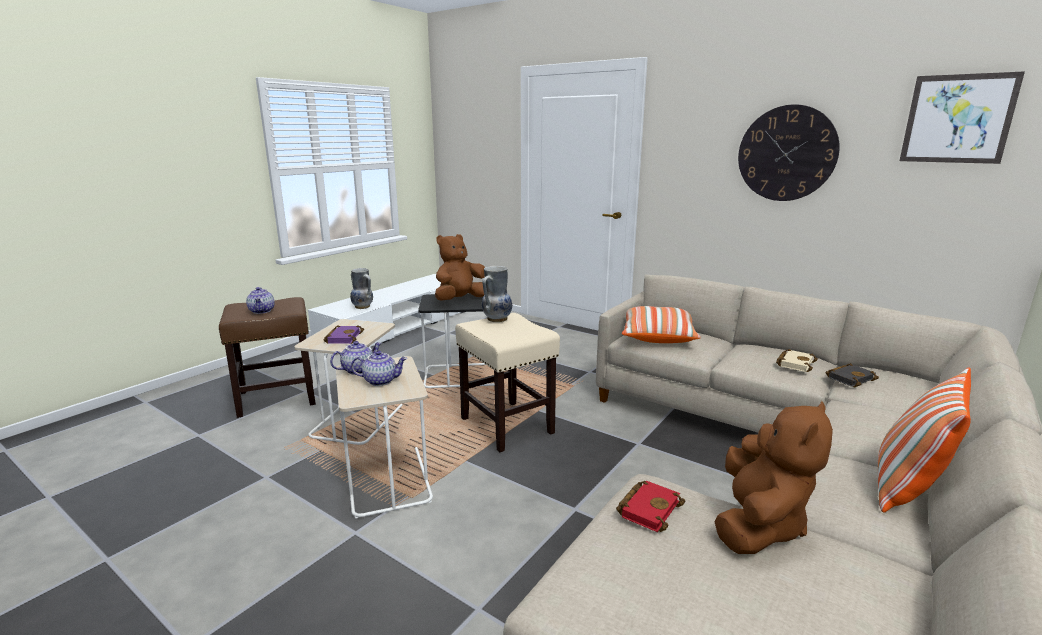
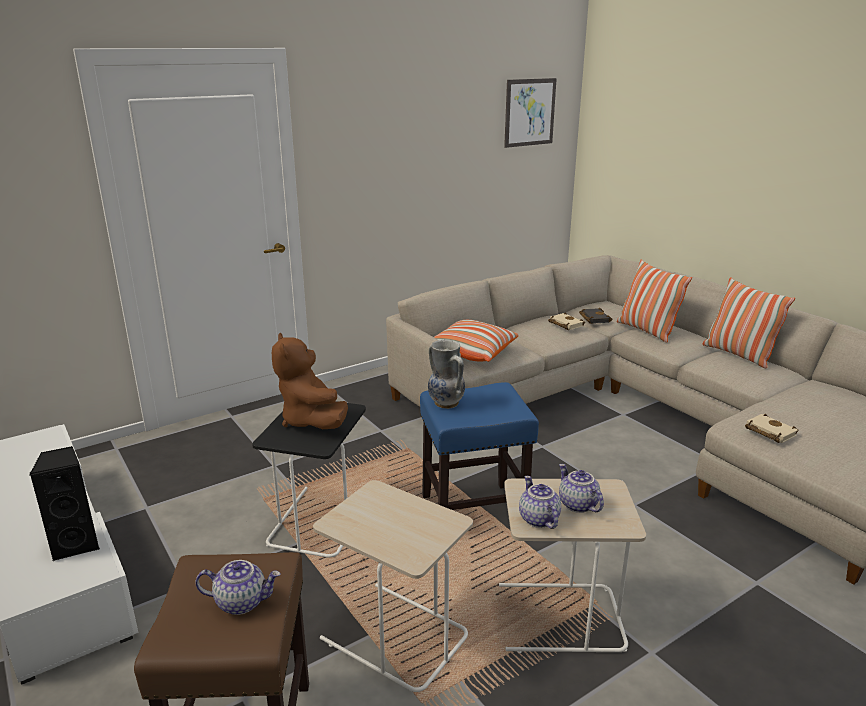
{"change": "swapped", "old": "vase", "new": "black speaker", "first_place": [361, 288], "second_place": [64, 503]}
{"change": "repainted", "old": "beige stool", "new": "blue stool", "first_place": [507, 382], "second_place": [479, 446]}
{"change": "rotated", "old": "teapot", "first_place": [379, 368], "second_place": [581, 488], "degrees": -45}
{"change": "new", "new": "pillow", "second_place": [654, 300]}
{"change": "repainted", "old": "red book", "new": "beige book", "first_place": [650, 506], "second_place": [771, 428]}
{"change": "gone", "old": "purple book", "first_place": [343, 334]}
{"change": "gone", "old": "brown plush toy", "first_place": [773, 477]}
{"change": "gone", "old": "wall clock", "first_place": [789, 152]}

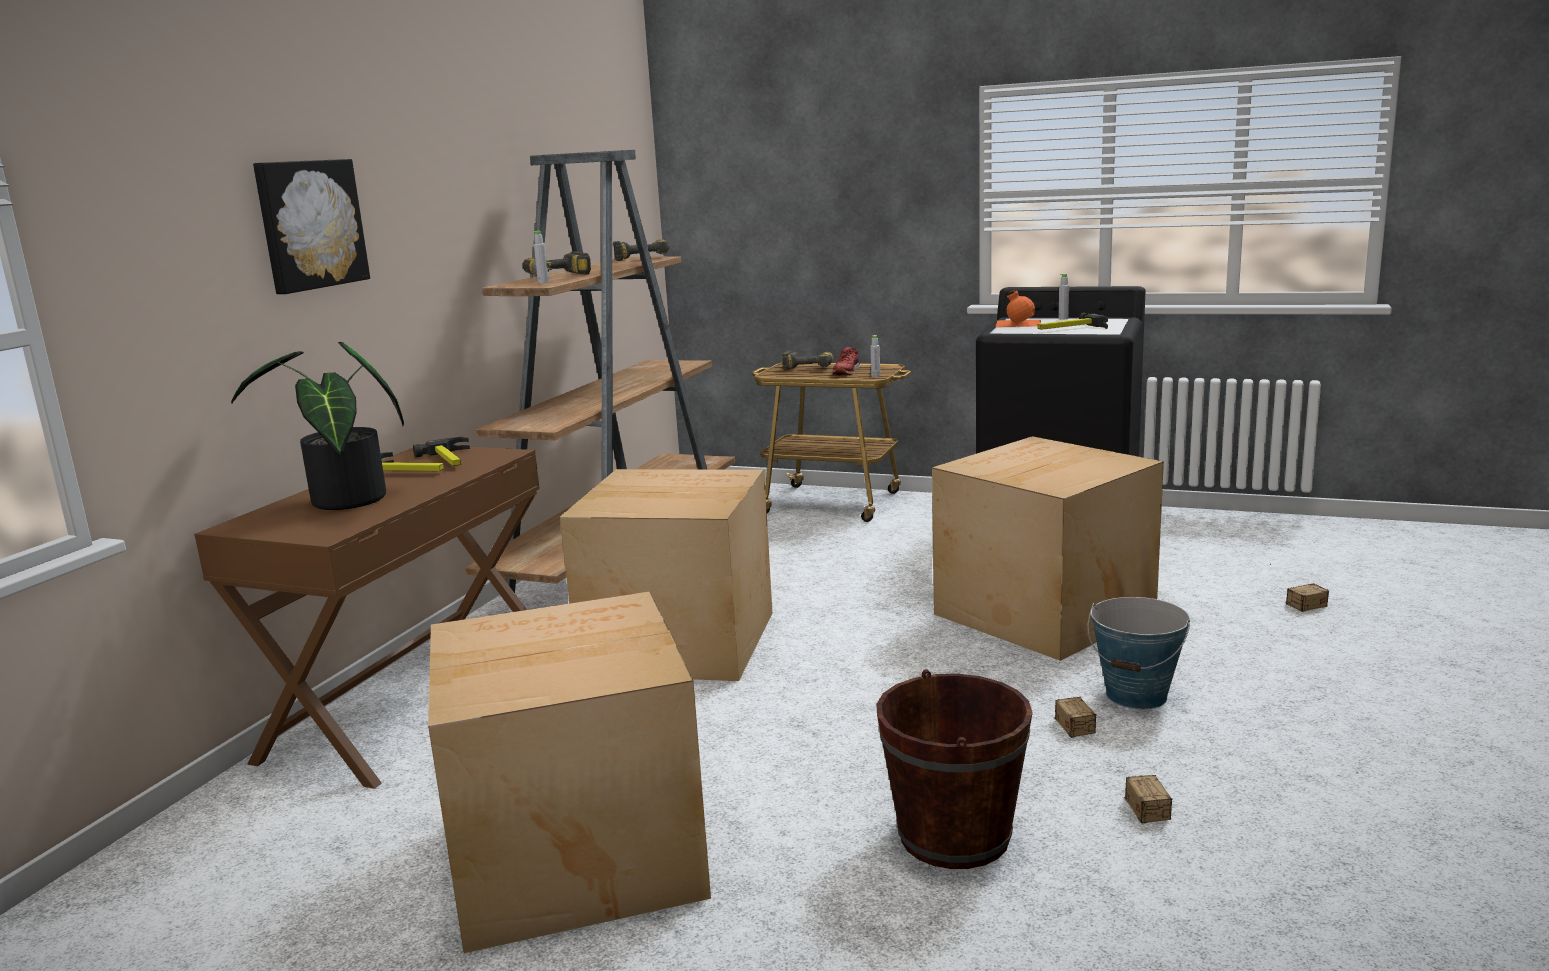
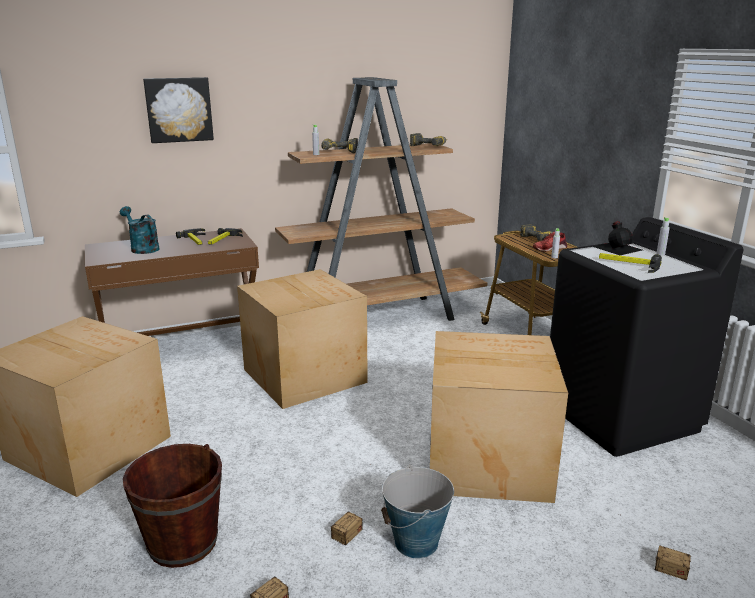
{"change": "swapped", "old": "potted plant", "new": "turquoise watering can", "first_place": [317, 426], "second_place": [140, 230]}
{"change": "repainted", "old": "orange bottle", "new": "black bottle", "first_place": [1018, 308], "second_place": [617, 238]}

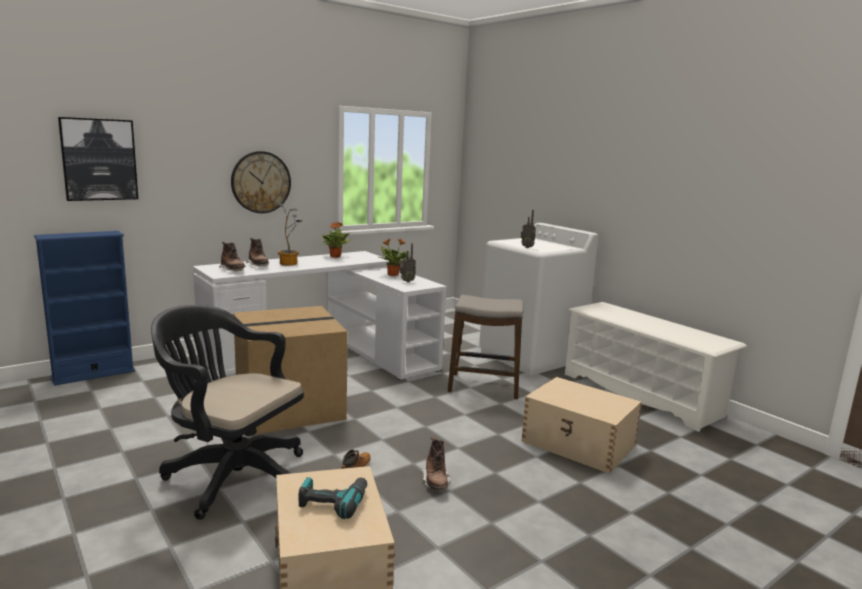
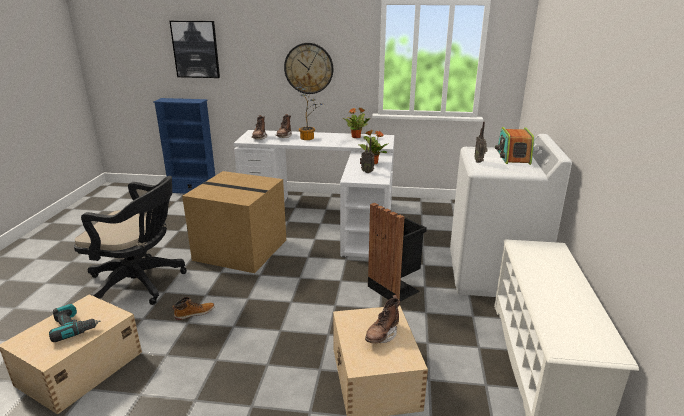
{"change": "rotated", "old": "black office chair", "first_place": [227, 412], "second_place": [130, 240], "degrees": 120}
{"change": "shifted", "old": "brown boot", "first_place": [436, 463], "second_place": [382, 319]}
{"change": "swapped", "old": "stool", "new": "black trash can", "first_place": [486, 347], "second_place": [397, 252]}
{"change": "new", "new": "radio", "second_place": [514, 146]}

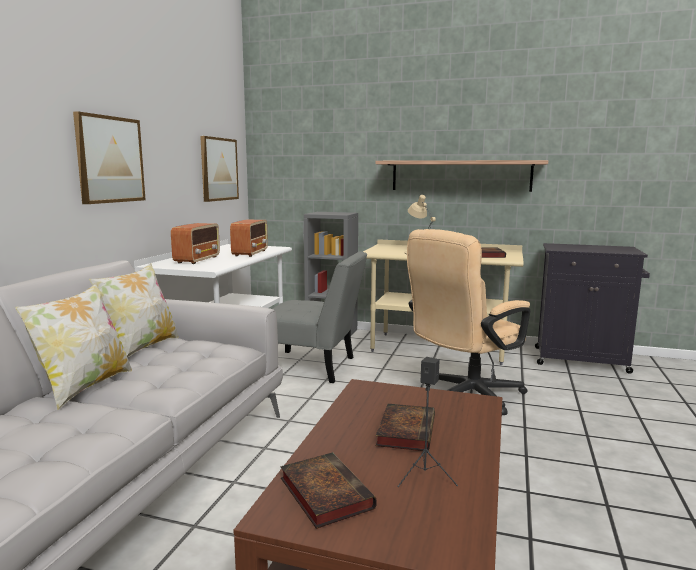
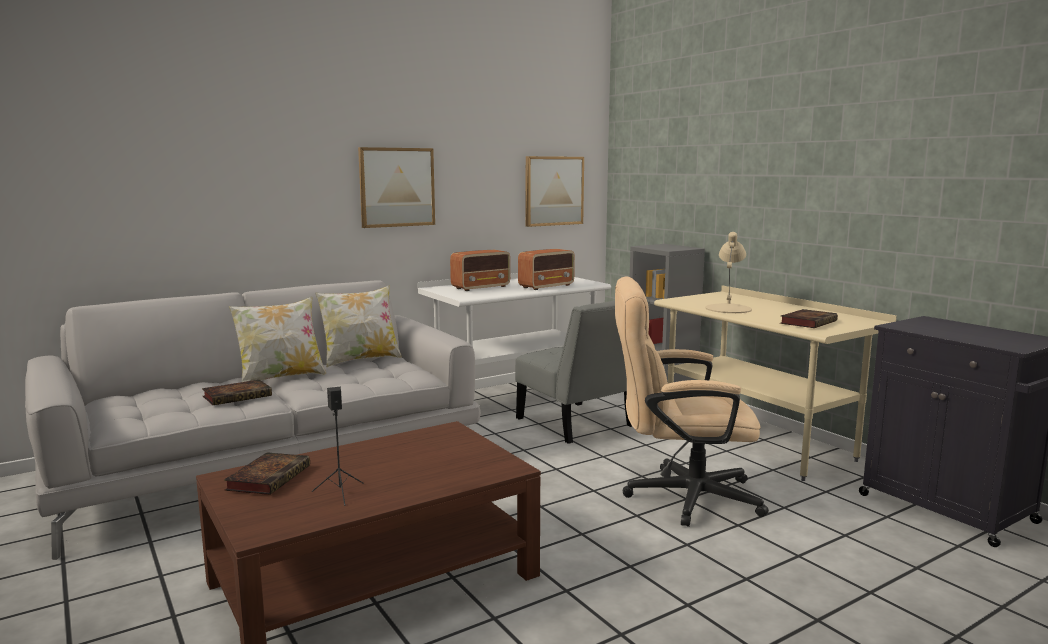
{"change": "shifted", "old": "book", "first_place": [405, 427], "second_place": [237, 392]}
{"change": "gone", "old": "shelf", "first_place": [461, 176]}

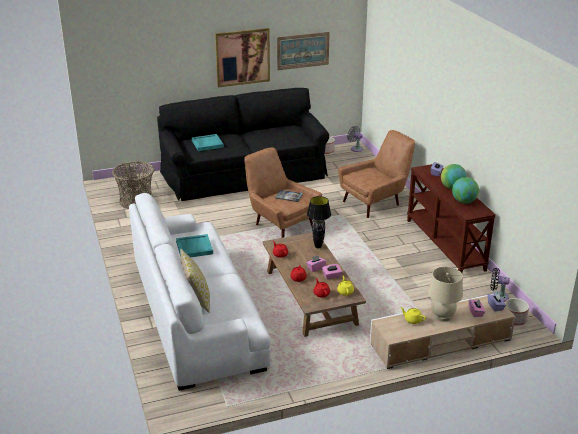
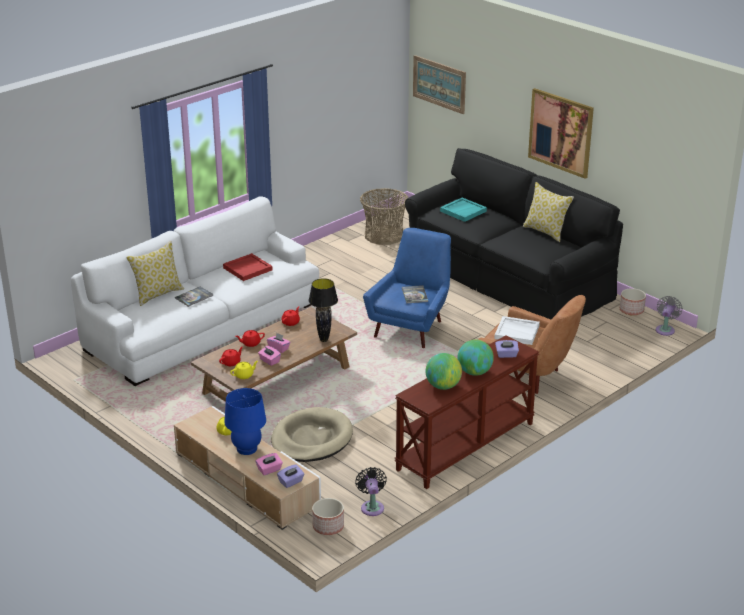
{"change": "new", "new": "book", "second_place": [194, 297]}
{"change": "repainted", "old": "turquoise tray", "new": "red tray", "first_place": [194, 245], "second_place": [247, 267]}
{"change": "repainted", "old": "beige table lamp", "new": "blue table lamp", "first_place": [445, 294], "second_place": [245, 421]}
{"change": "new", "new": "beige dog bed", "second_place": [312, 434]}
{"change": "repainted", "old": "brown armchair", "new": "blue armchair", "first_place": [283, 192], "second_place": [407, 288]}
{"change": "shifted", "old": "picture", "first_place": [303, 51], "second_place": [439, 84]}
{"change": "new", "new": "white tray", "second_place": [517, 330]}
{"change": "new", "new": "pillow", "second_place": [548, 212]}

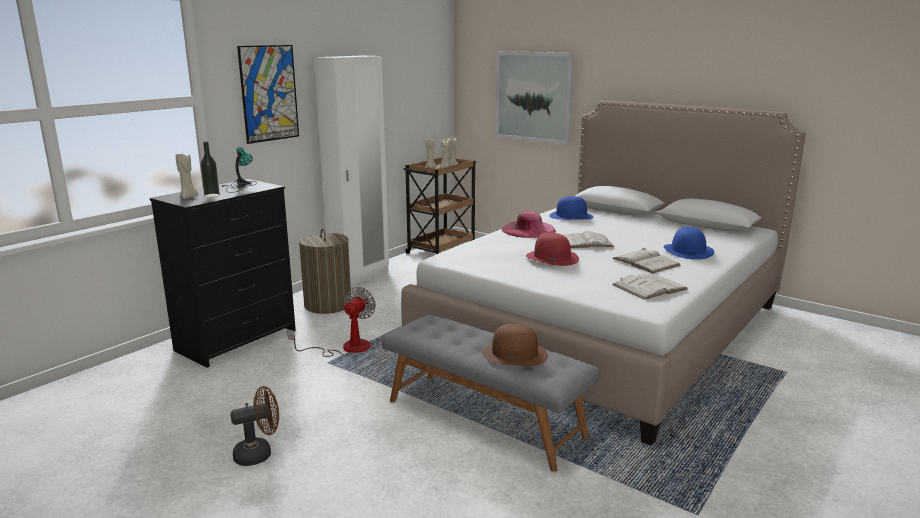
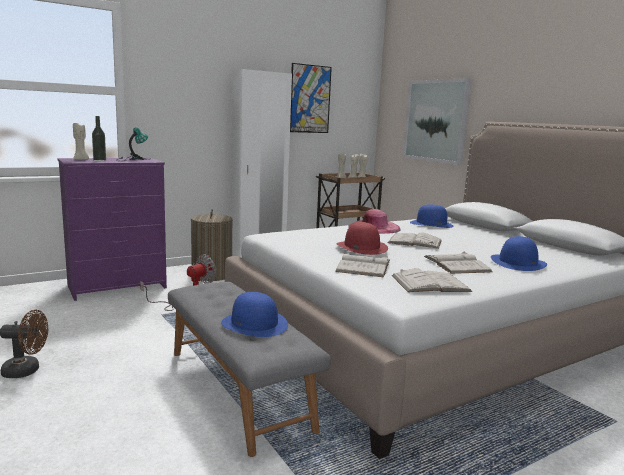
{"change": "repainted", "old": "black dresser", "new": "purple dresser", "first_place": [223, 273], "second_place": [112, 229]}
{"change": "repainted", "old": "brown hat", "new": "blue hat", "first_place": [515, 345], "second_place": [254, 314]}
{"change": "shifted", "old": "picture", "first_place": [268, 94], "second_place": [311, 98]}
{"change": "new", "new": "white book", "second_place": [362, 265]}

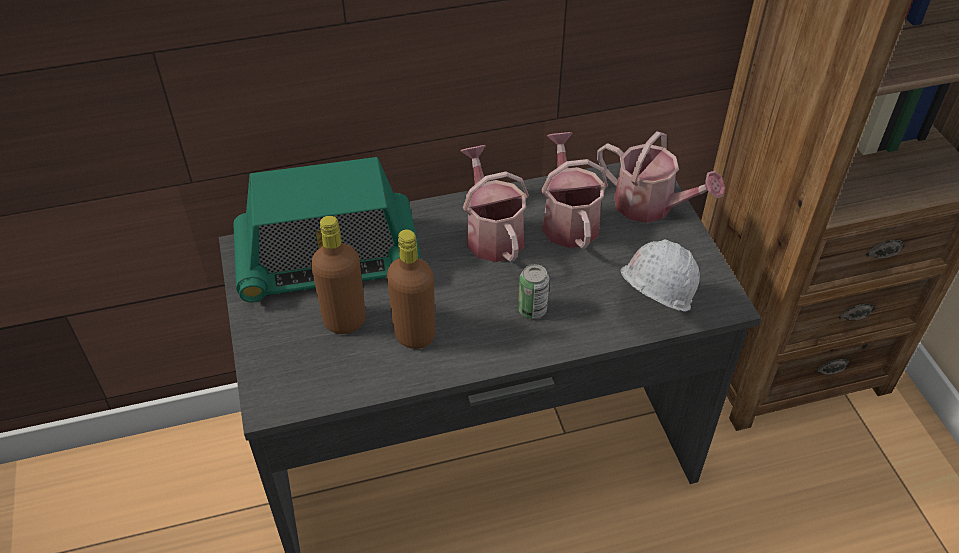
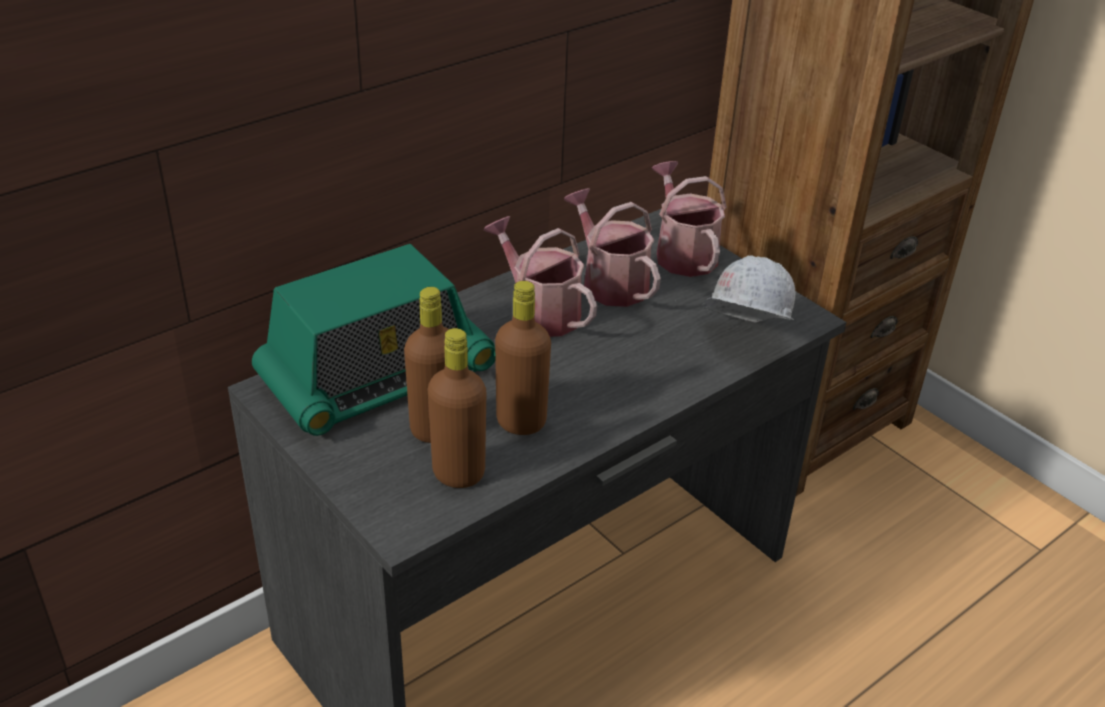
{"change": "new", "new": "brown bottle", "second_place": [457, 408]}
{"change": "rotated", "old": "watering can", "first_place": [661, 177], "second_place": [689, 219], "degrees": -120}
{"change": "gone", "old": "can", "first_place": [533, 291]}

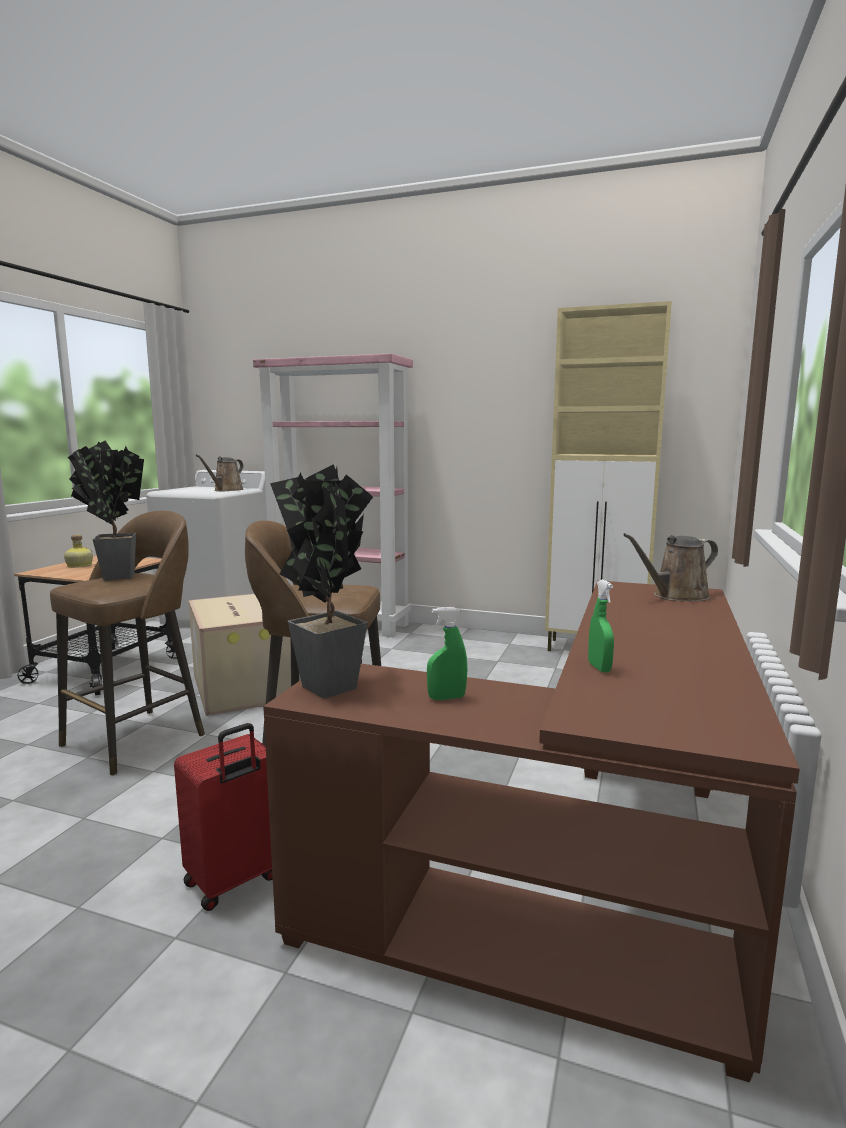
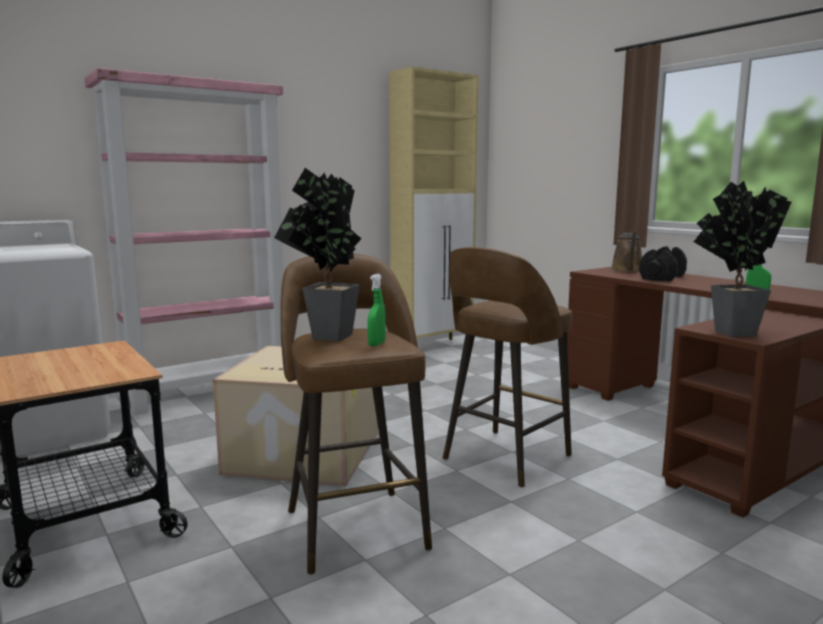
{"change": "shifted", "old": "green spray bottle", "first_place": [447, 653], "second_place": [376, 310]}
{"change": "new", "new": "black dumbbell", "second_place": [663, 264]}
{"change": "gone", "old": "bottle", "first_place": [78, 551]}
{"change": "gone", "old": "red suitcase", "first_place": [223, 817]}
{"change": "gone", "old": "brown watering can", "first_place": [220, 472]}

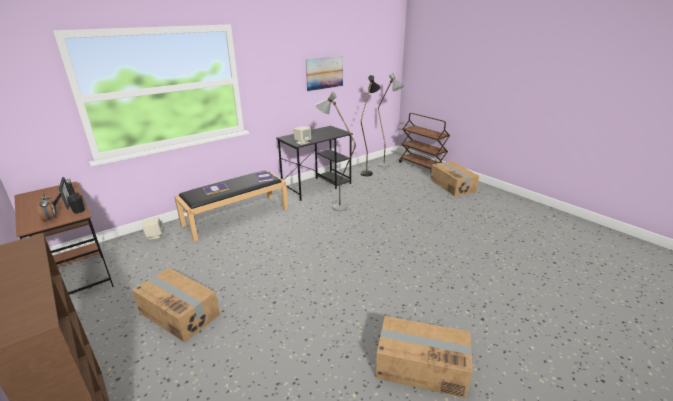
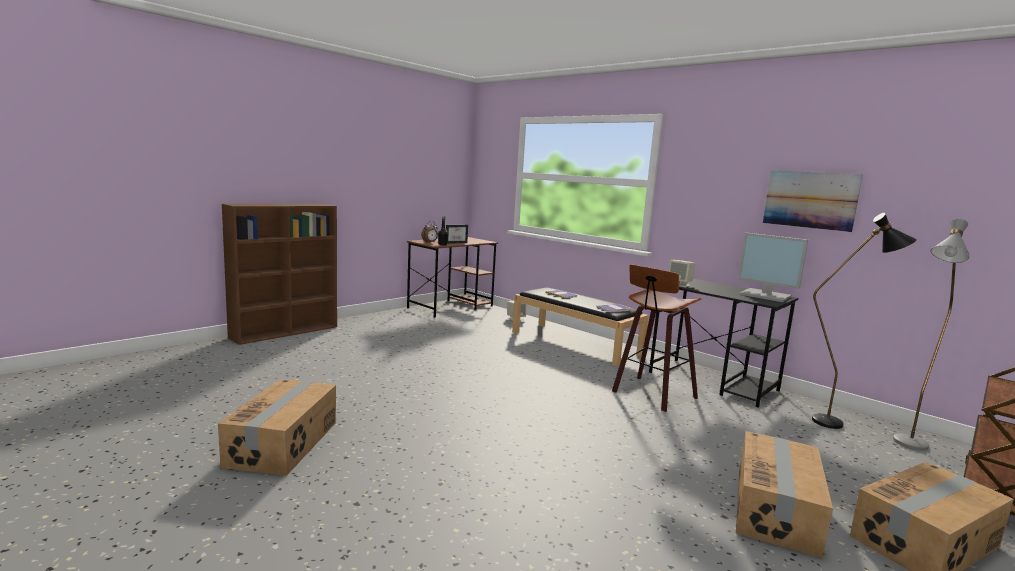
{"change": "swapped", "old": "grey floor lamp", "new": "stool", "first_place": [336, 151], "second_place": [656, 338]}
{"change": "shifted", "old": "cardboard box", "first_place": [176, 305], "second_place": [784, 495]}
{"change": "new", "new": "monitor", "second_place": [773, 267]}

